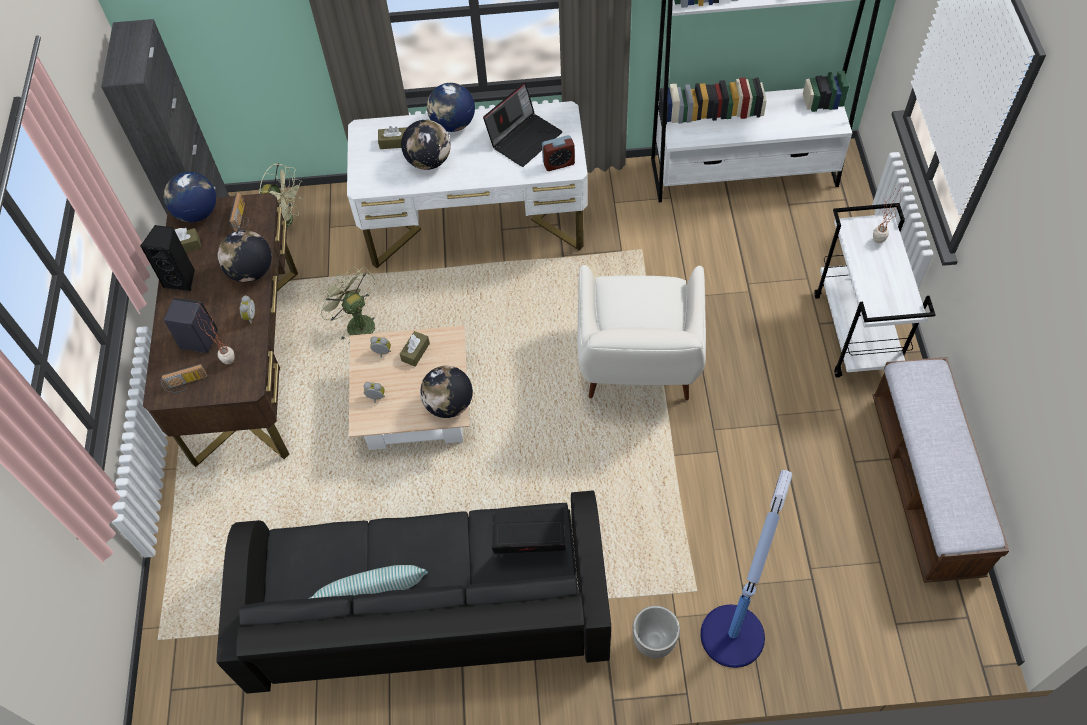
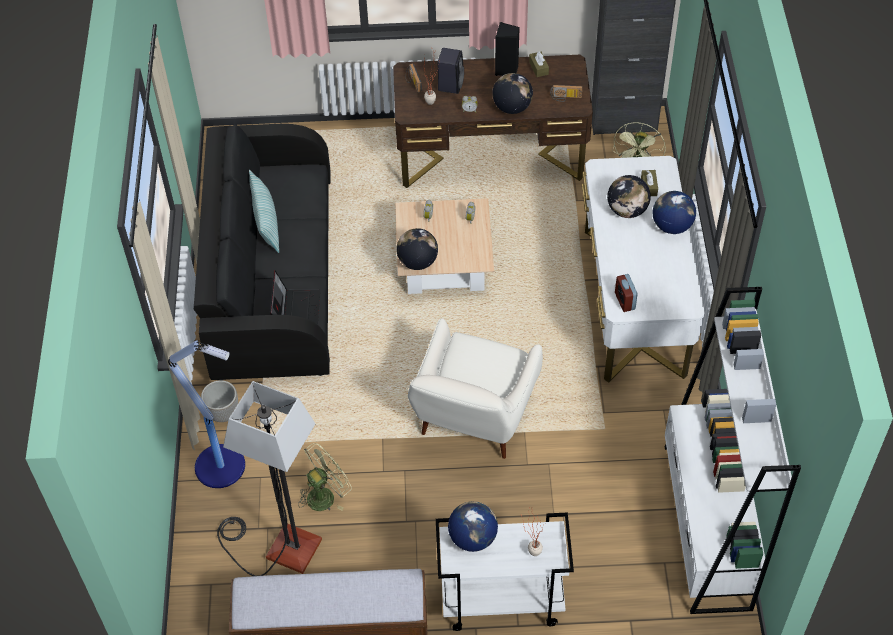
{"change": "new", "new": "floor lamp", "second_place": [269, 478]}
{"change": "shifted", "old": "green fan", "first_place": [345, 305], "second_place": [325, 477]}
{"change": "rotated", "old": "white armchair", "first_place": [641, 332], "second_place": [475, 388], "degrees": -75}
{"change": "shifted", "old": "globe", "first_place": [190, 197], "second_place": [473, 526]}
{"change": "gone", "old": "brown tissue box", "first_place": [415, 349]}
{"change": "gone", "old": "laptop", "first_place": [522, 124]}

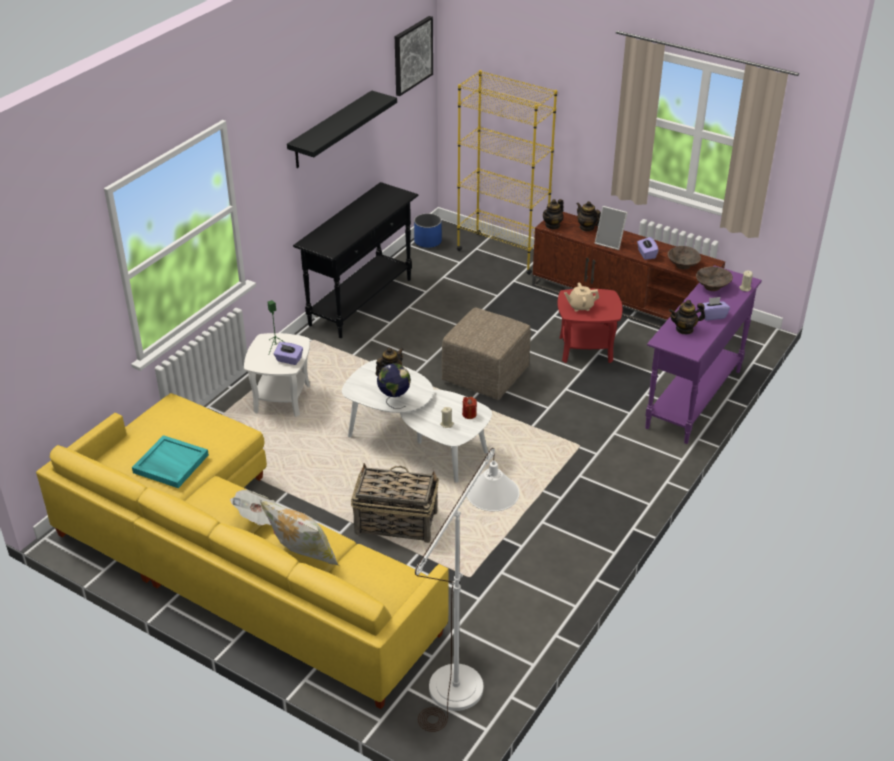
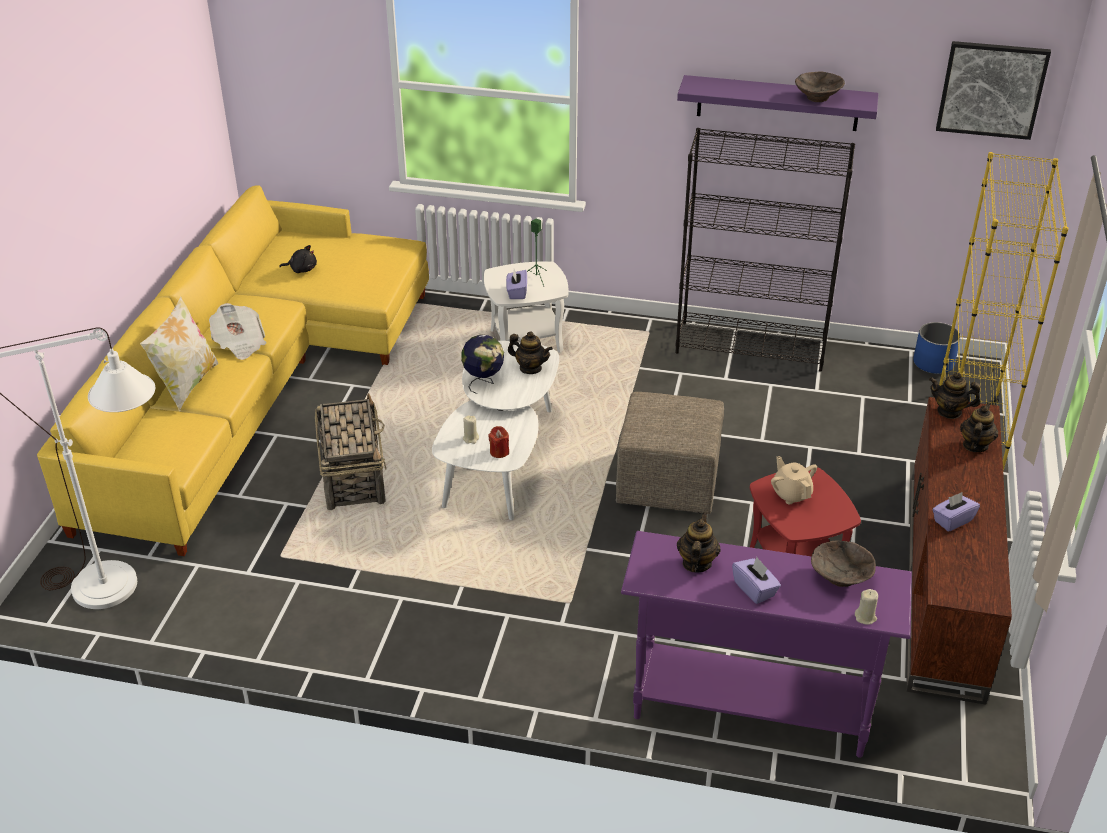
{"change": "swapped", "old": "turquoise tray", "new": "black plush toy", "first_place": [170, 461], "second_place": [298, 259]}
{"change": "swapped", "old": "black console table", "new": "black bookcase", "first_place": [355, 260], "second_place": [765, 250]}
{"change": "repainted", "old": "black shelf", "new": "purple shelf", "first_place": [342, 129], "second_place": [778, 103]}
{"change": "rotated", "old": "teapot", "first_place": [687, 317], "second_place": [699, 542], "degrees": 45}
{"change": "shifted", "old": "brown bowl", "first_place": [684, 257], "second_place": [820, 87]}
{"change": "gone", "old": "picture frame", "first_place": [611, 228]}

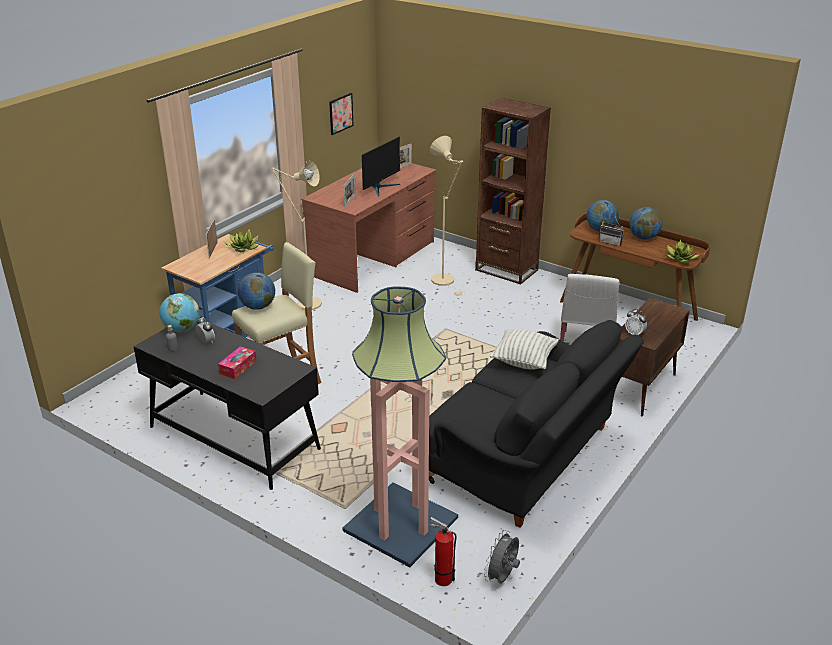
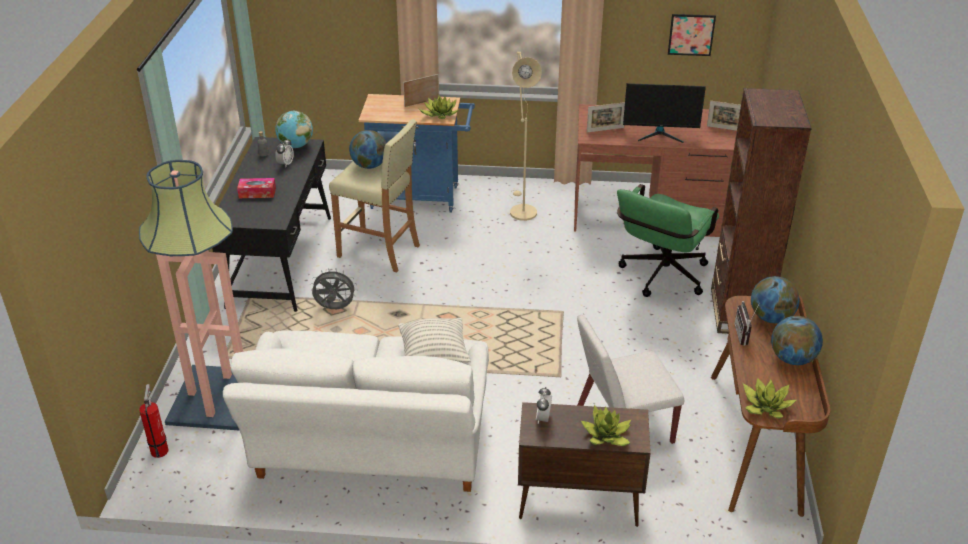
{"change": "repainted", "old": "black sofa", "new": "white sofa", "first_place": [536, 424], "second_place": [356, 411]}
{"change": "shifted", "old": "grey fan", "first_place": [502, 557], "second_place": [334, 288]}
{"change": "new", "new": "potted plant", "second_place": [606, 425]}
{"change": "swapped", "old": "beige floor lamp", "new": "green office chair", "first_place": [447, 216], "second_place": [668, 240]}

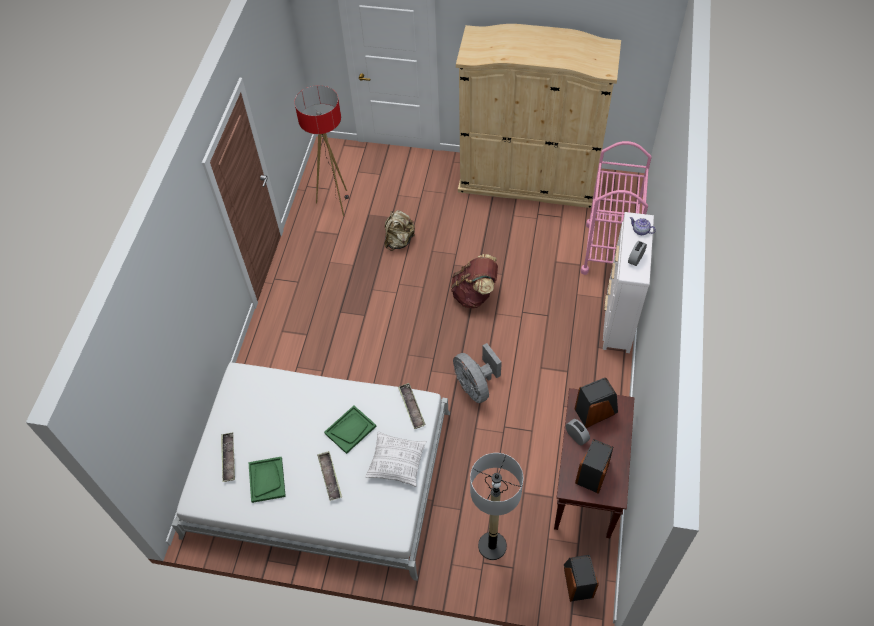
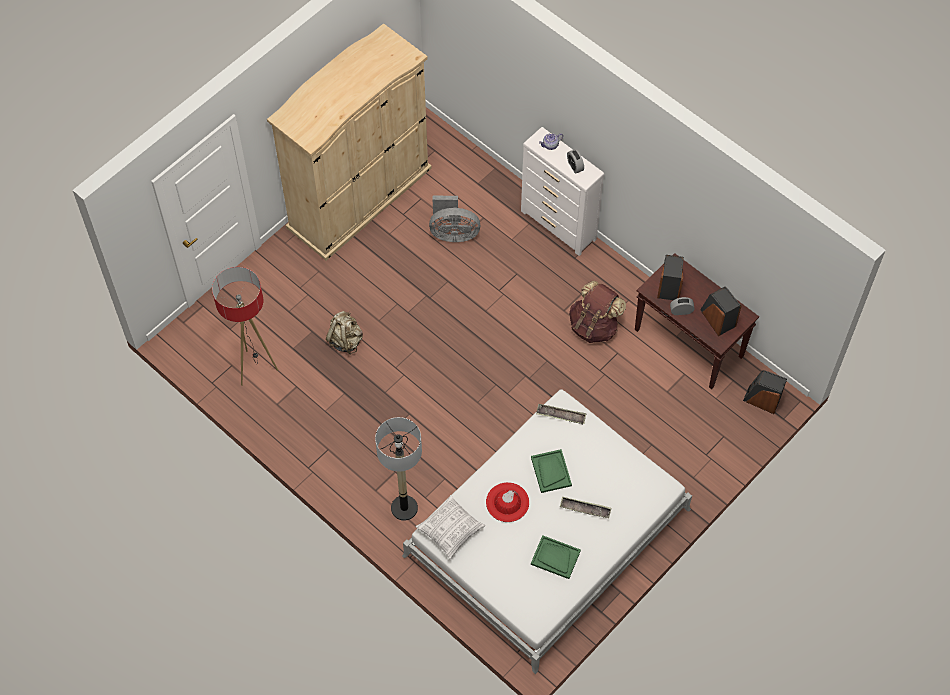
{"change": "shifted", "old": "floor lamp", "first_place": [496, 506], "second_place": [398, 469]}
{"change": "shifted", "old": "pillow", "first_place": [396, 459], "second_place": [450, 527]}
{"change": "shifted", "old": "grey fan", "first_place": [477, 373], "second_place": [455, 219]}
{"change": "new", "new": "red hat", "second_place": [507, 502]}
{"change": "shifted", "old": "brown backpack", "first_place": [474, 281], "second_place": [597, 312]}
{"change": "gone", "old": "tray", "first_place": [228, 457]}
{"change": "gone", "old": "pink cart", "first_place": [616, 208]}

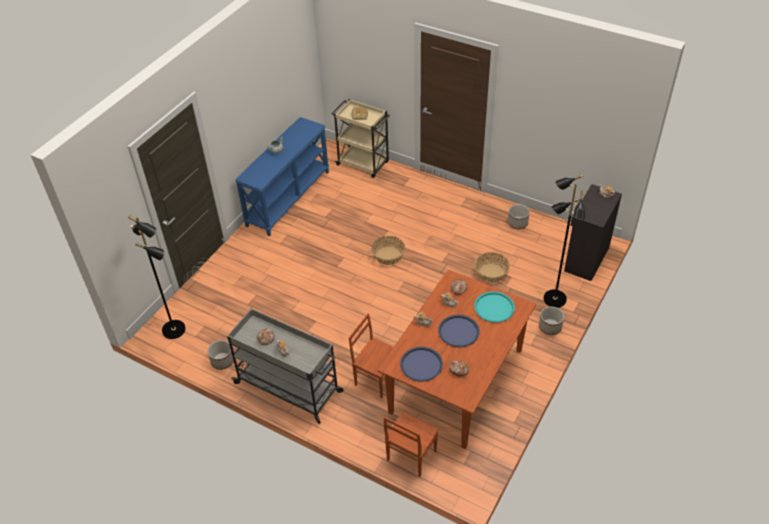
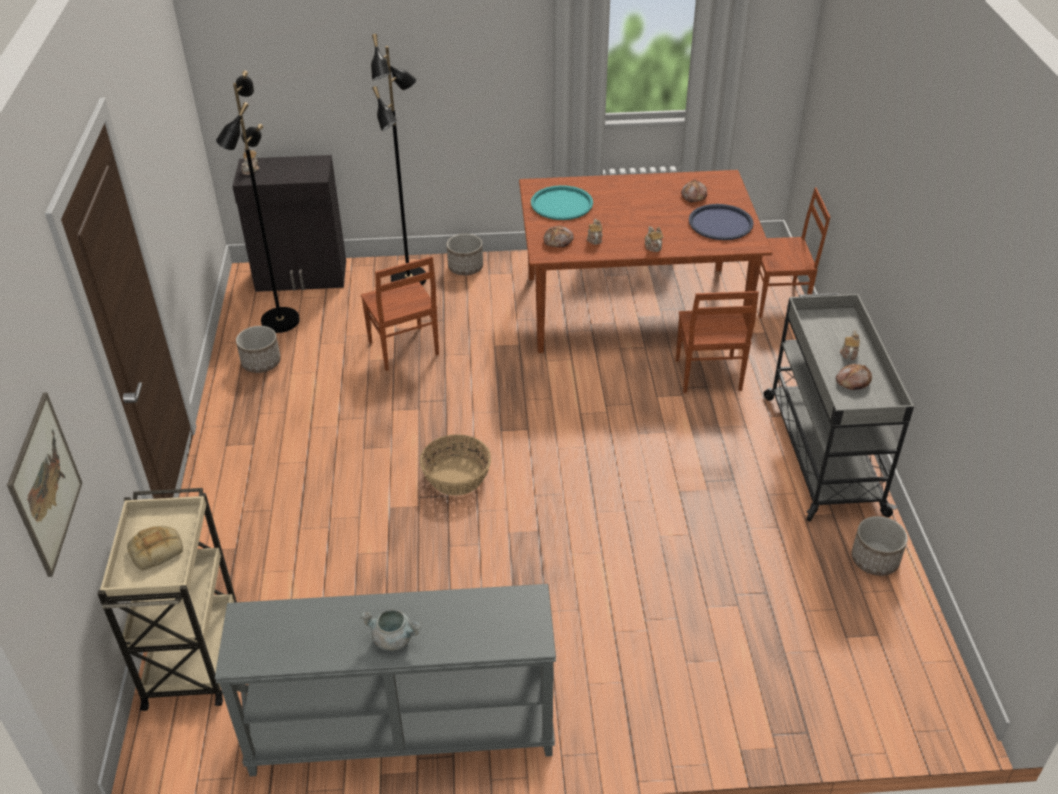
{"change": "new", "new": "picture", "second_place": [44, 485]}
{"change": "repainted", "old": "blue console table", "new": "grey console table", "first_place": [282, 176], "second_place": [385, 680]}
{"change": "shifted", "old": "black floor lamp", "first_place": [157, 277], "second_place": [258, 202]}
{"change": "swapped", "old": "basket", "new": "brown chair", "first_place": [492, 267], "second_place": [400, 313]}
{"change": "gone", "old": "blue tray", "first_place": [459, 331]}

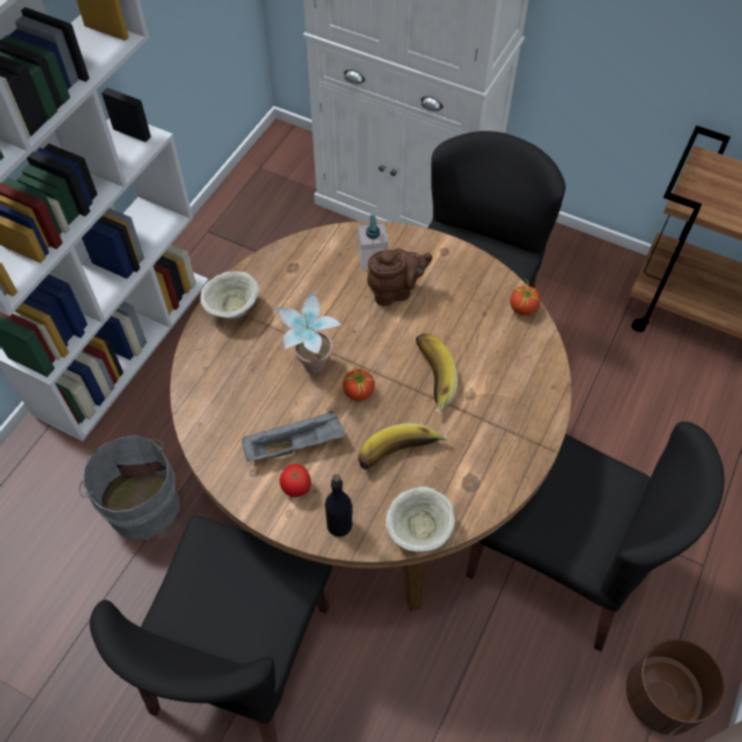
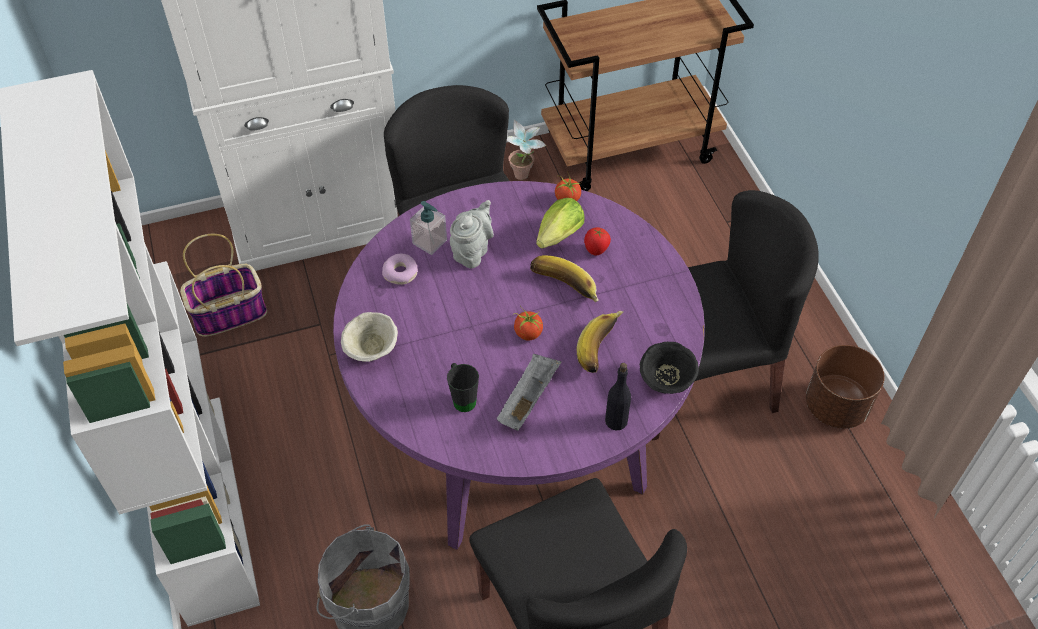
{"change": "new", "new": "basket", "second_place": [223, 285]}
{"change": "repainted", "old": "brown dining table", "new": "purple dining table", "first_place": [371, 416], "second_place": [519, 365]}
{"change": "new", "new": "donut", "second_place": [400, 269]}
{"change": "new", "new": "black mug", "second_place": [463, 387]}
{"change": "repainted", "old": "brown teapot", "new": "grey teapot", "first_place": [399, 277], "second_place": [472, 234]}
{"change": "shifted", "old": "potted plant", "first_place": [309, 332], "second_place": [527, 150]}
{"change": "new", "new": "lettuce", "second_place": [560, 223]}
{"change": "shifted", "old": "tomato", "first_place": [295, 480], "second_place": [597, 241]}
{"change": "repainted", "old": "beige bowl", "new": "black bowl", "first_place": [420, 519], "second_place": [669, 368]}

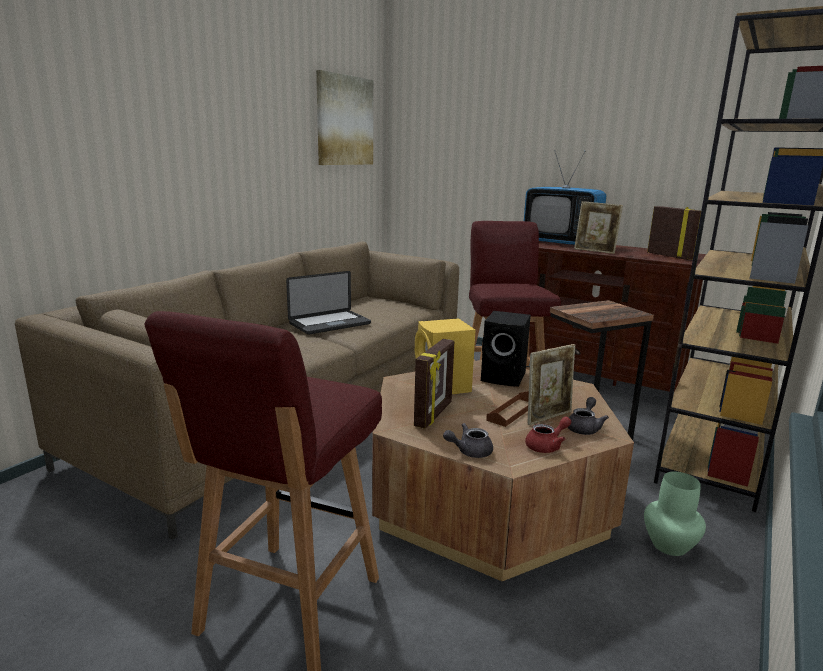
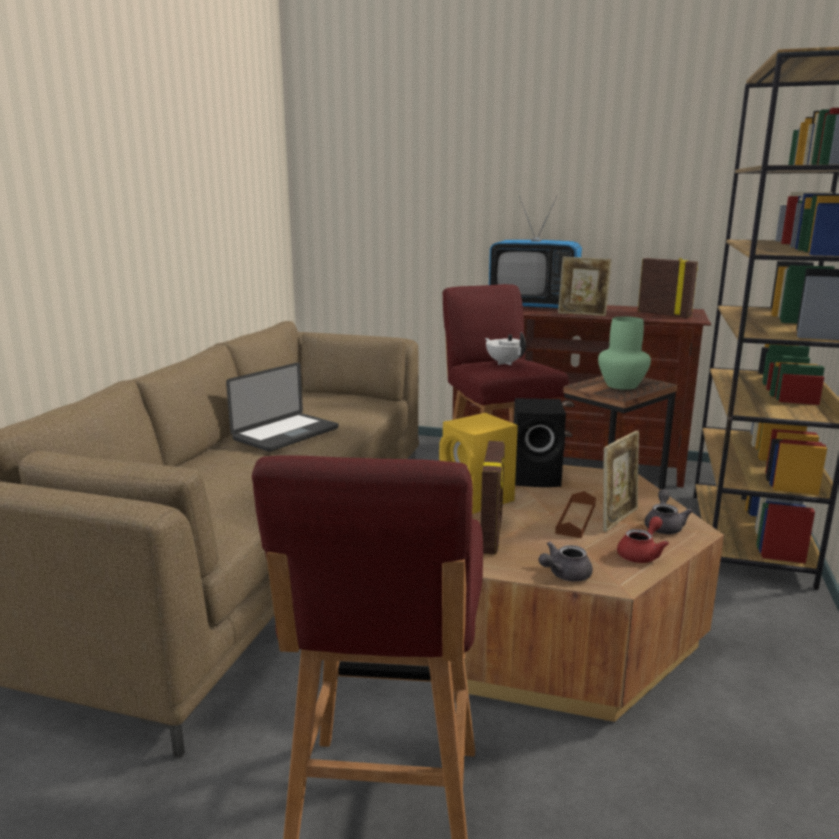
{"change": "new", "new": "white teapot", "second_place": [505, 348]}
{"change": "shifted", "old": "green vase", "first_place": [675, 514], "second_place": [624, 353]}
{"change": "gone", "old": "picture", "first_place": [344, 117]}

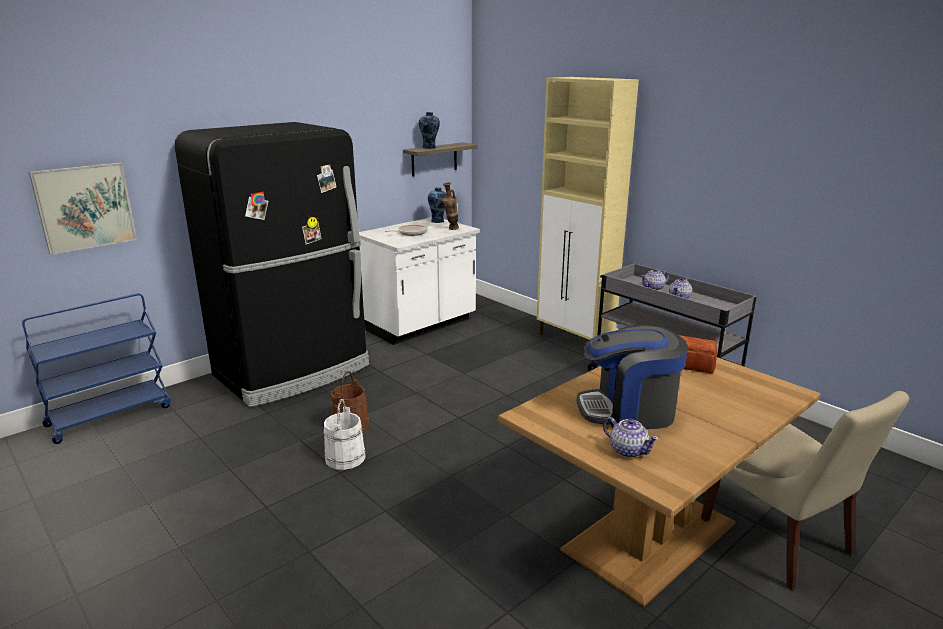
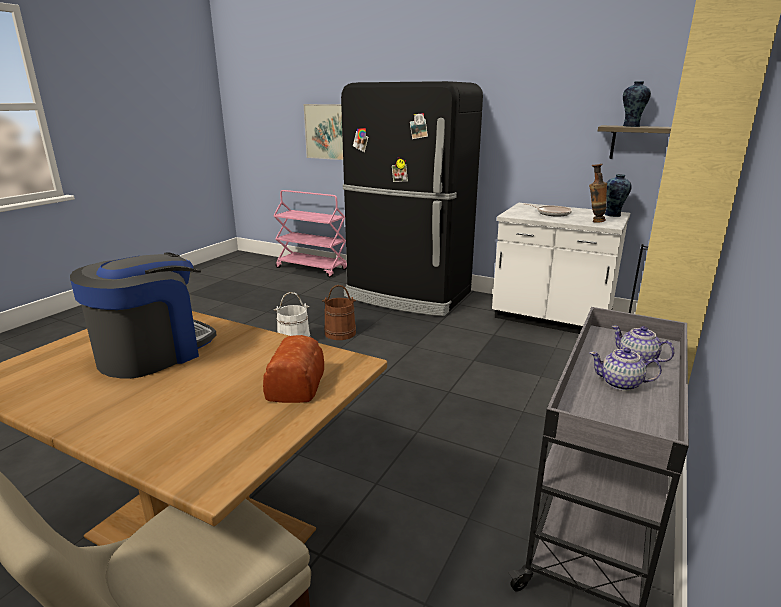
{"change": "rotated", "old": "coffee machine", "first_place": [632, 377], "second_place": [143, 315], "degrees": 60}
{"change": "repainted", "old": "blue cart", "new": "pink cart", "first_place": [96, 368], "second_place": [310, 234]}
{"change": "gone", "old": "teapot", "first_place": [631, 437]}

